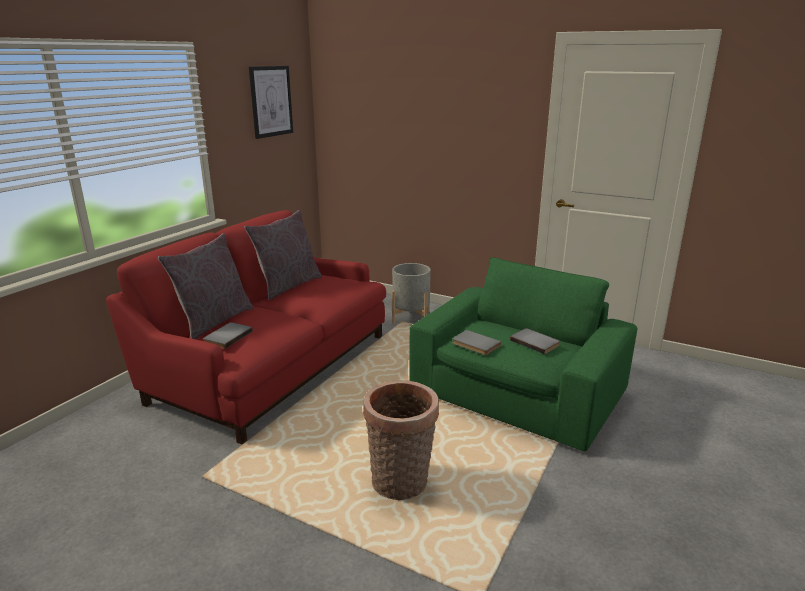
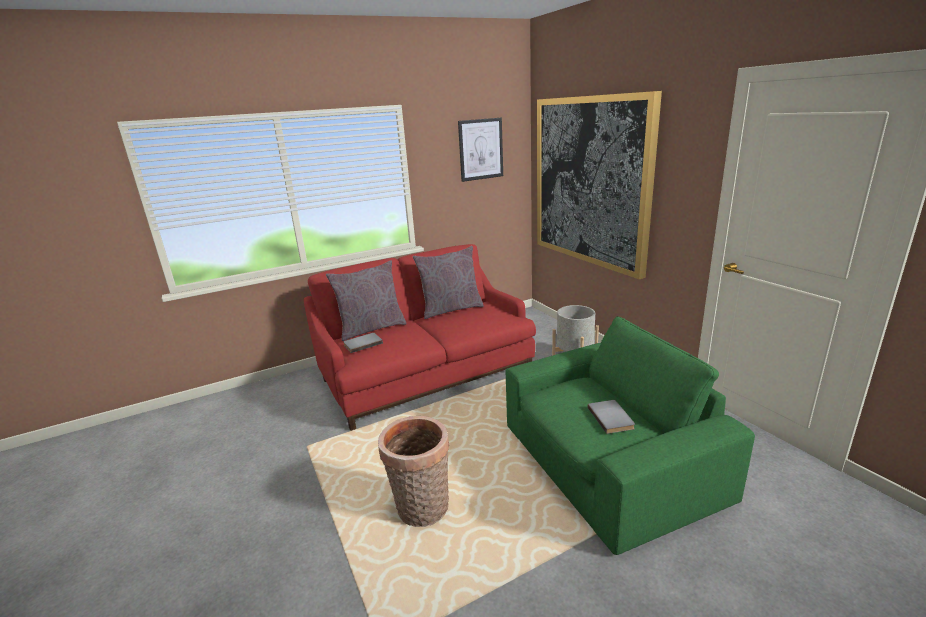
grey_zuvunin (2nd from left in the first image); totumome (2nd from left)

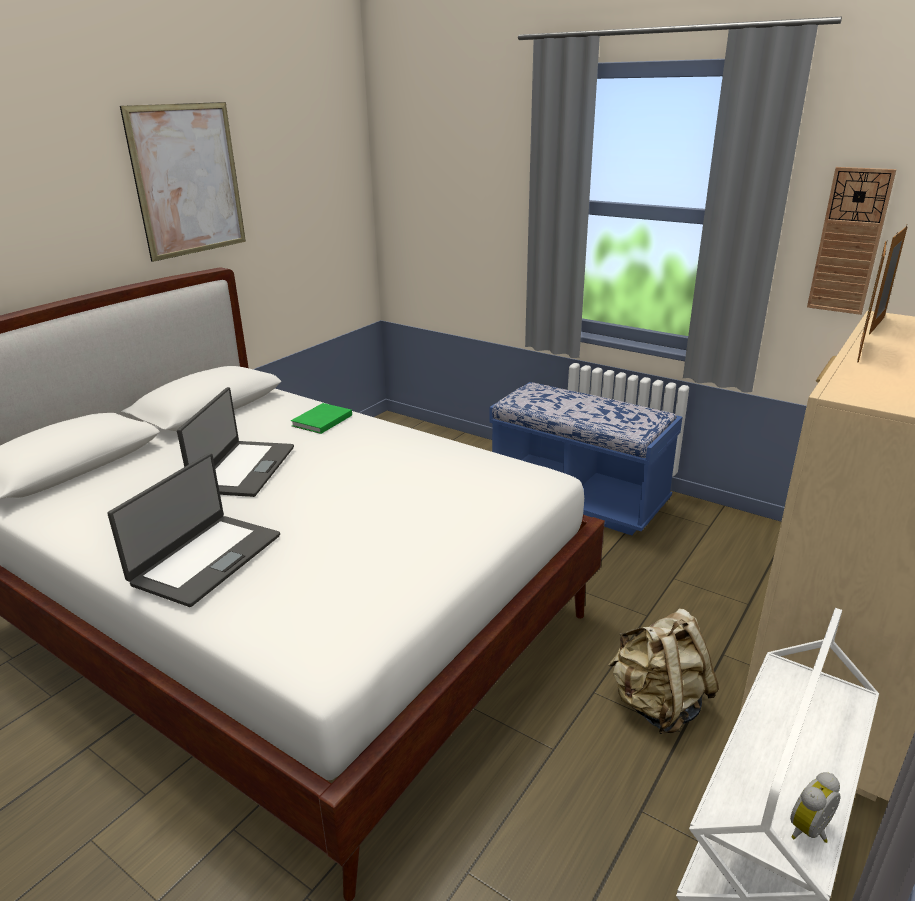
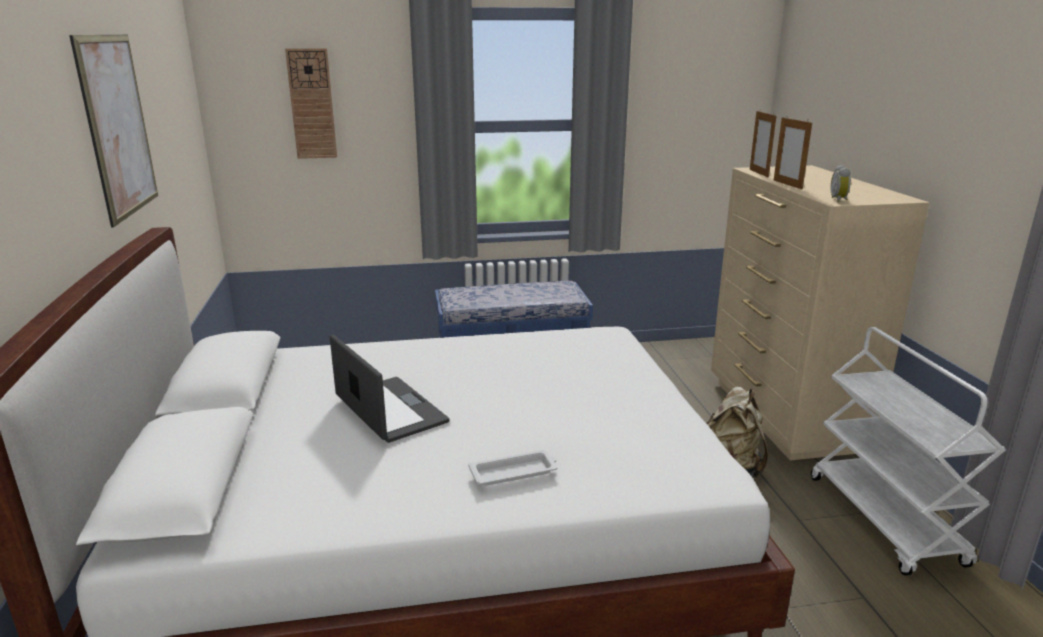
green_zuvunin; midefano; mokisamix; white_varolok

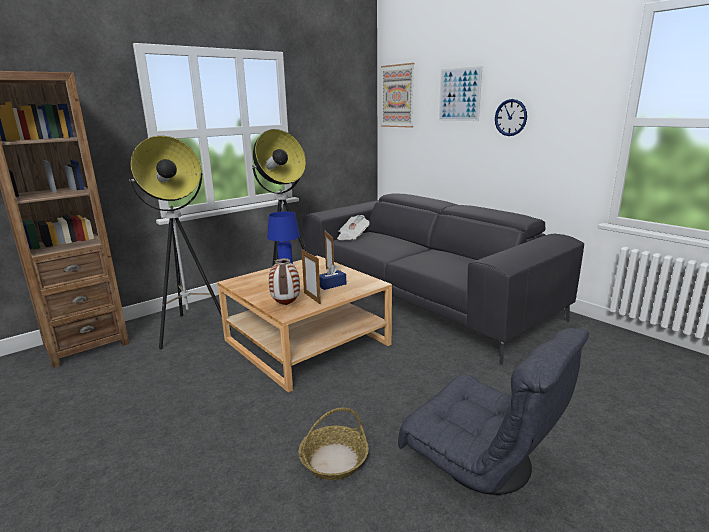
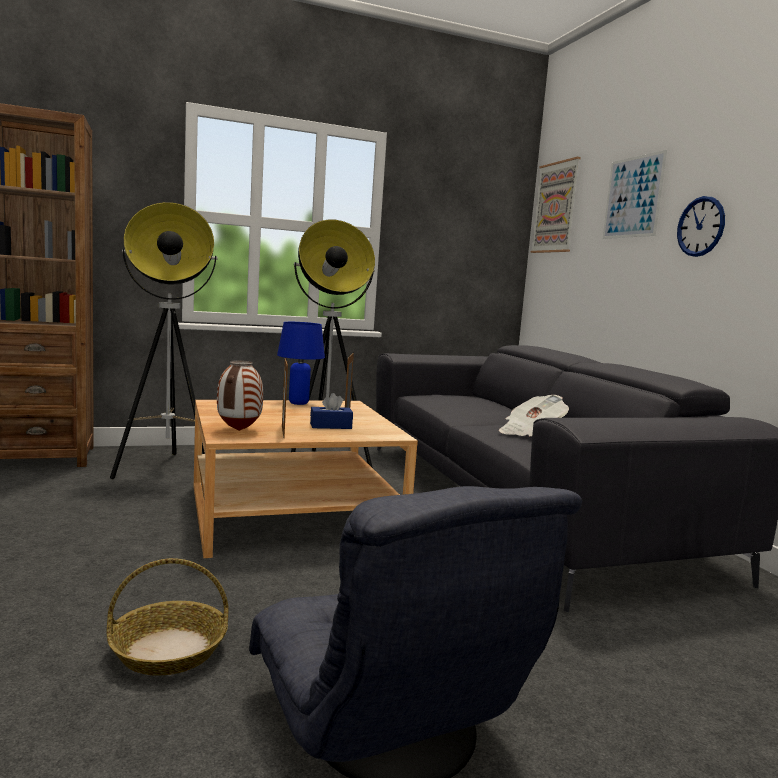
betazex

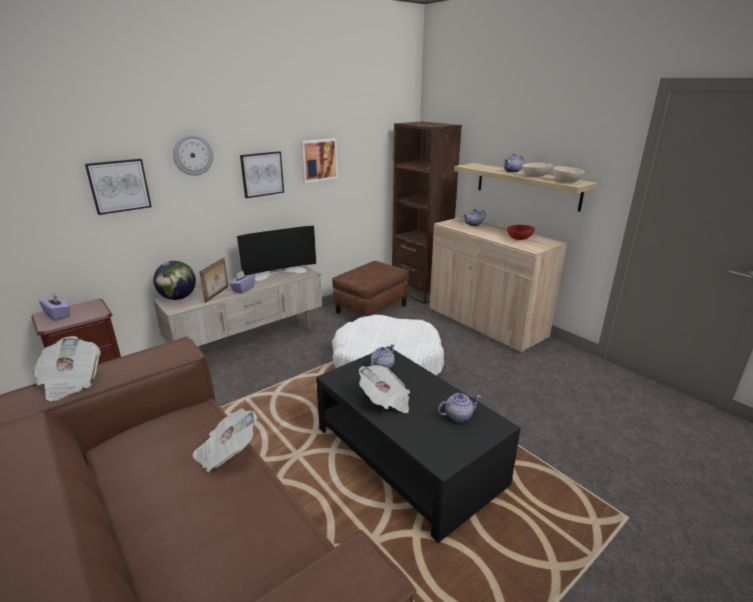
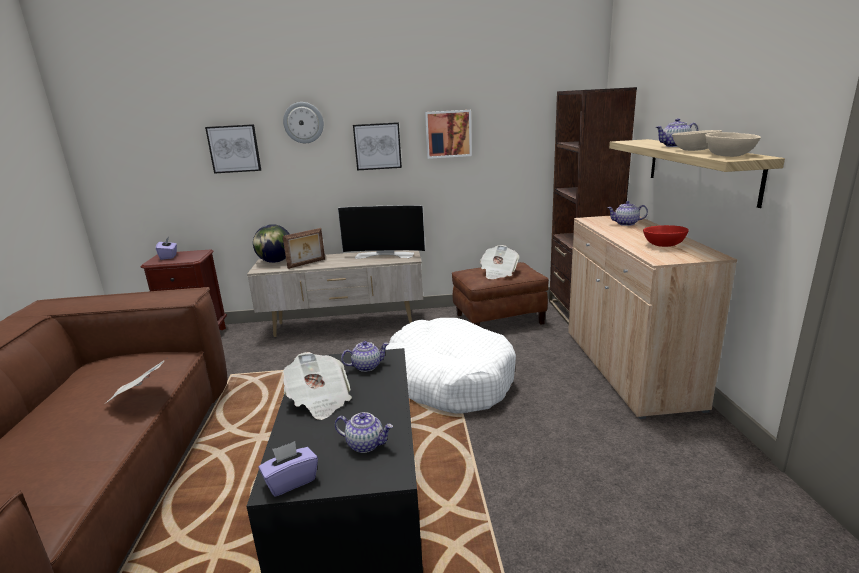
betazex (3rd from left); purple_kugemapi (2nd from left)

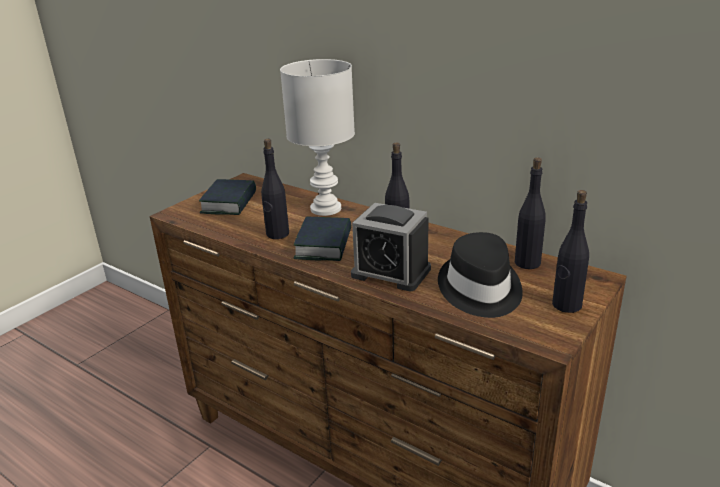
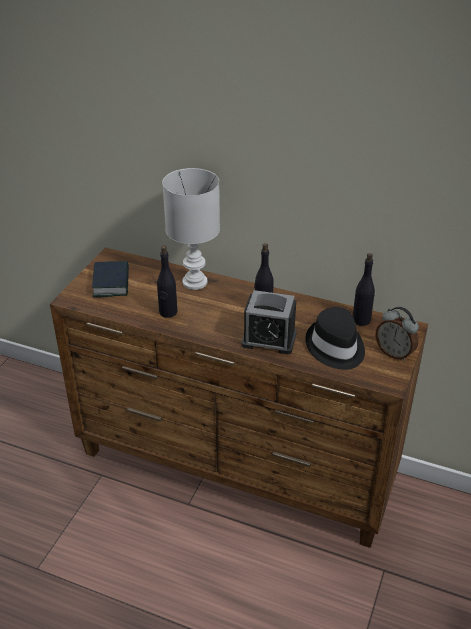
zuvunin (2nd from left in the first image); midefano (2nd from left)

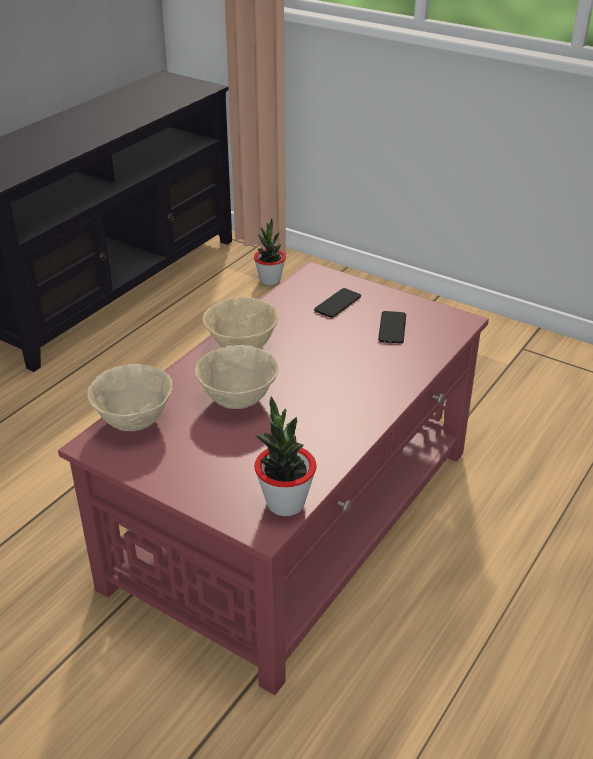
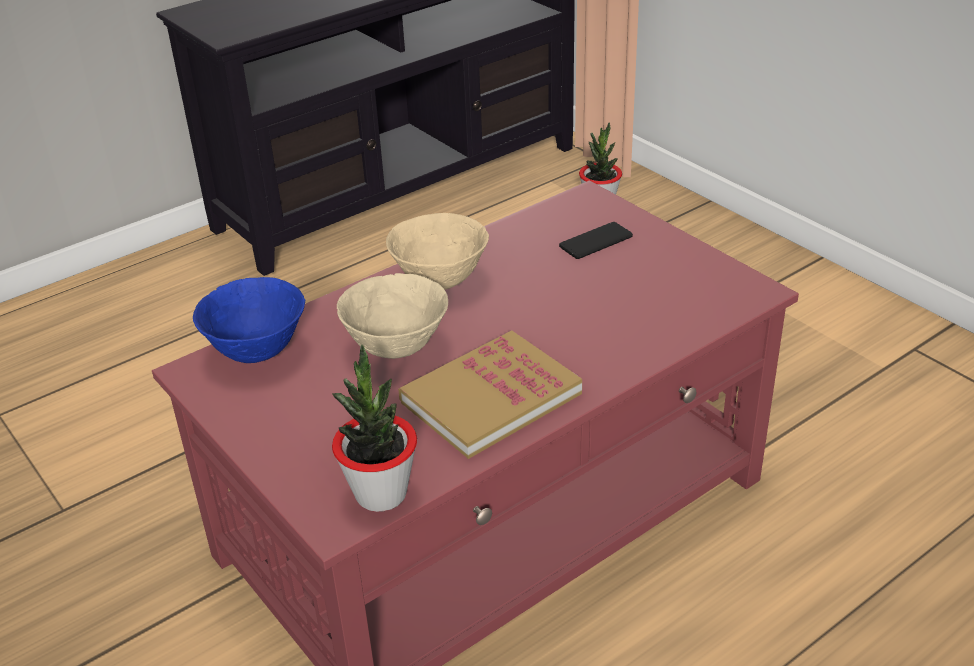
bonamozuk (2nd from left in the first image); zuvunin; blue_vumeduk

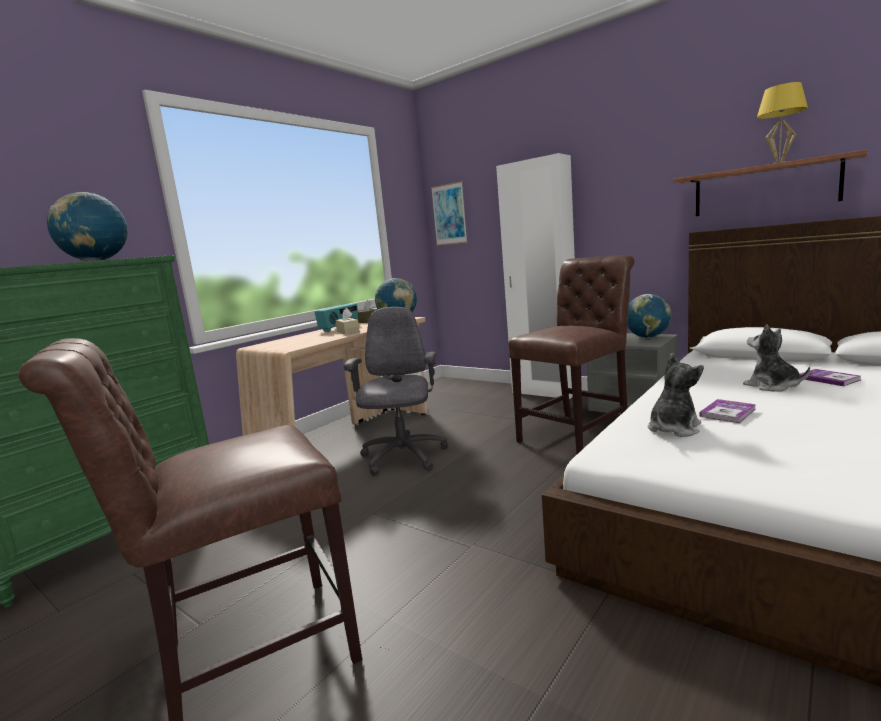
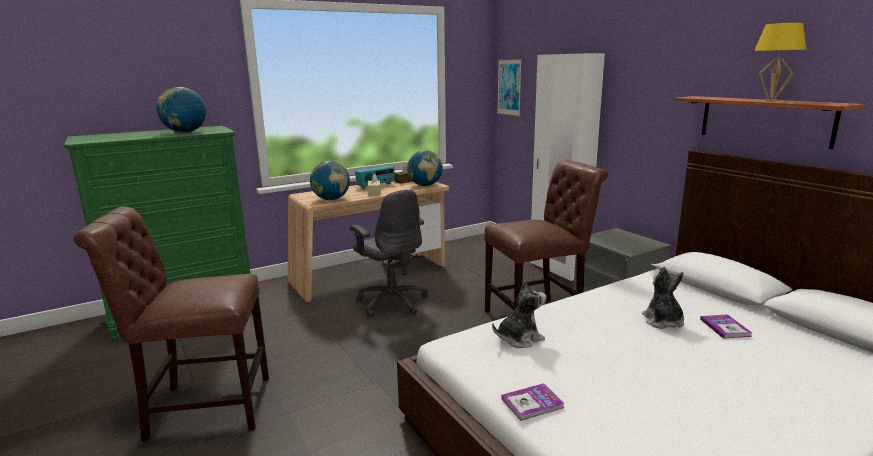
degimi (2nd from left); zuvunin (1st from left); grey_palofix

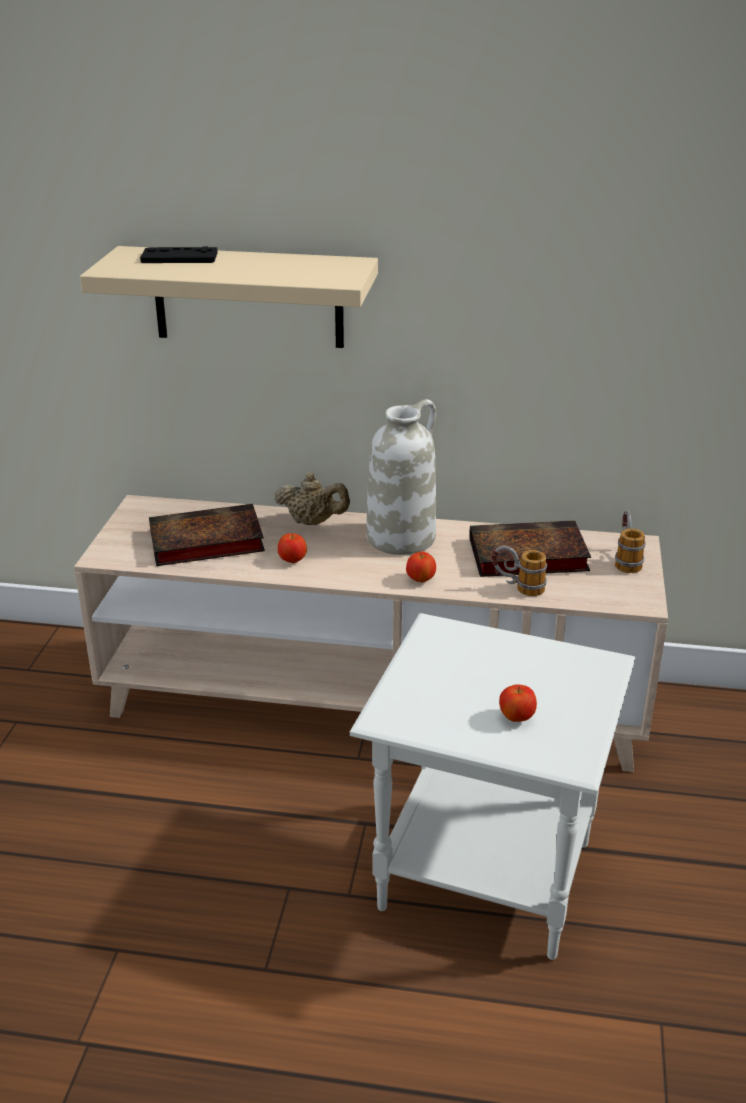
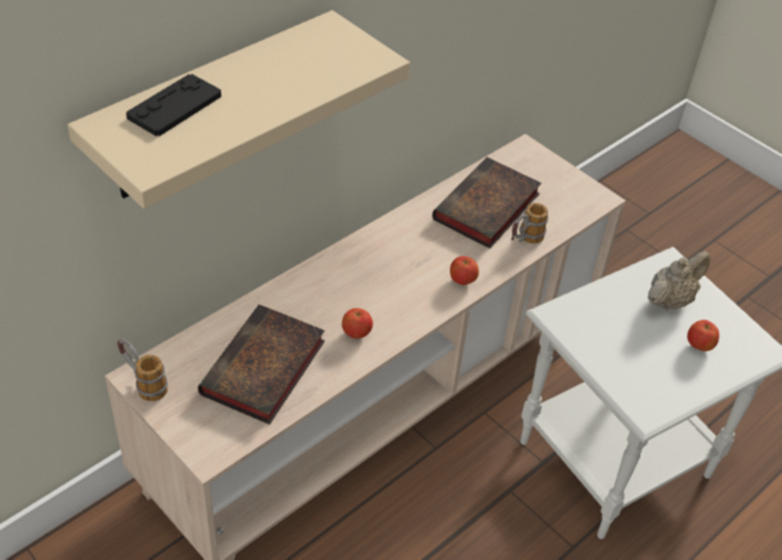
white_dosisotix; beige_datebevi; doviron (1st from left)

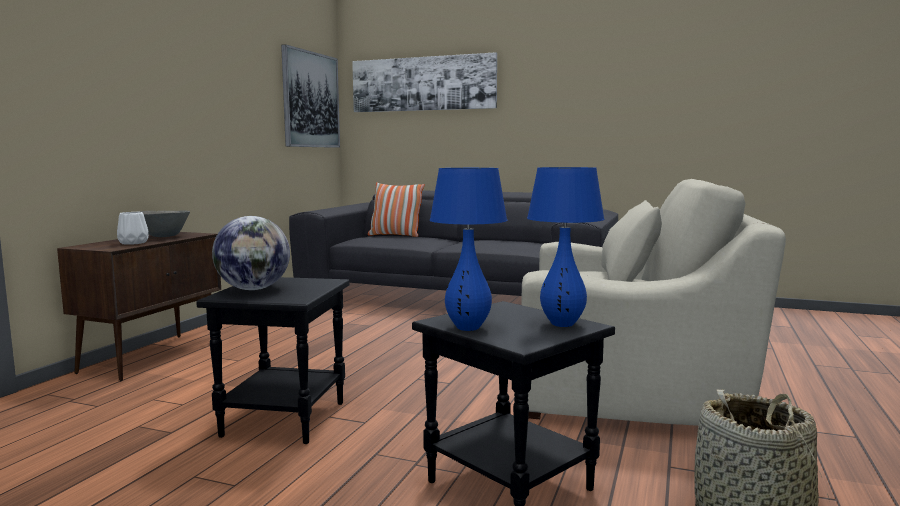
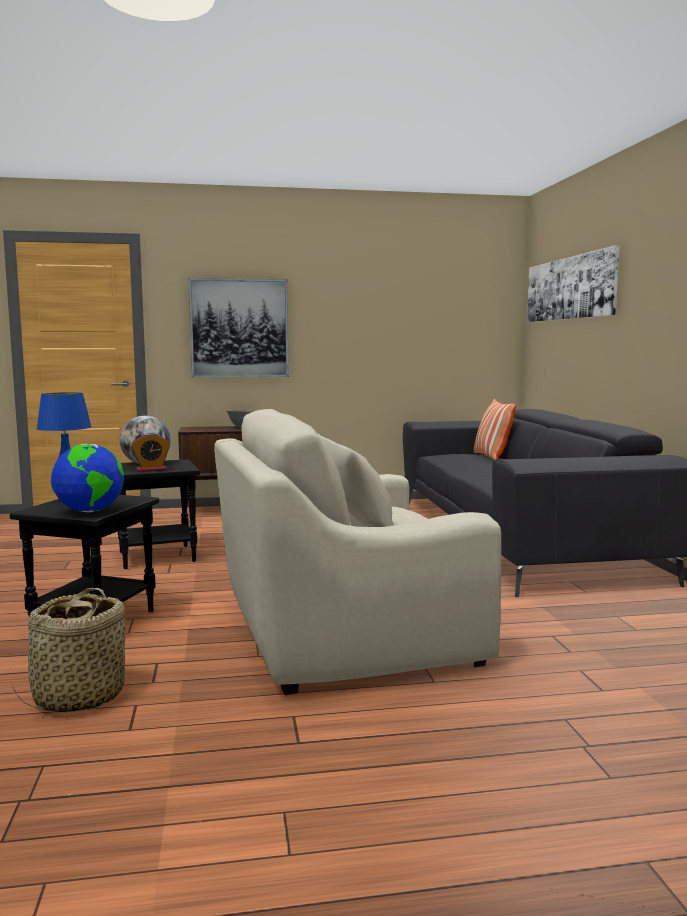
white_dosisotix; midefano; totumome (1st from left); degimi (1st from left); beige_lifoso

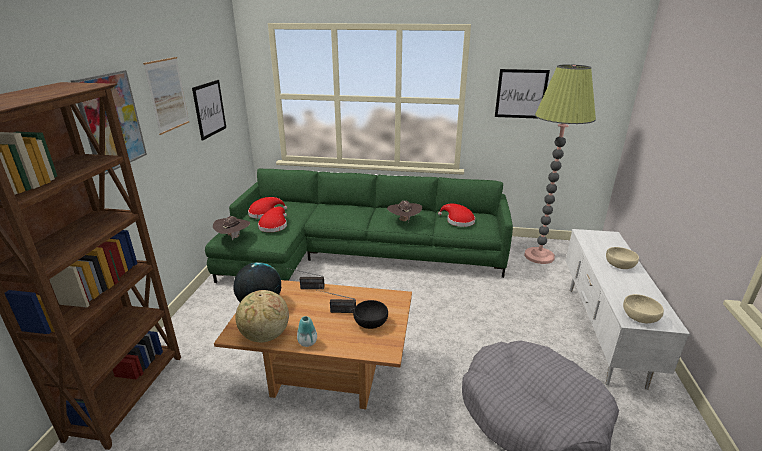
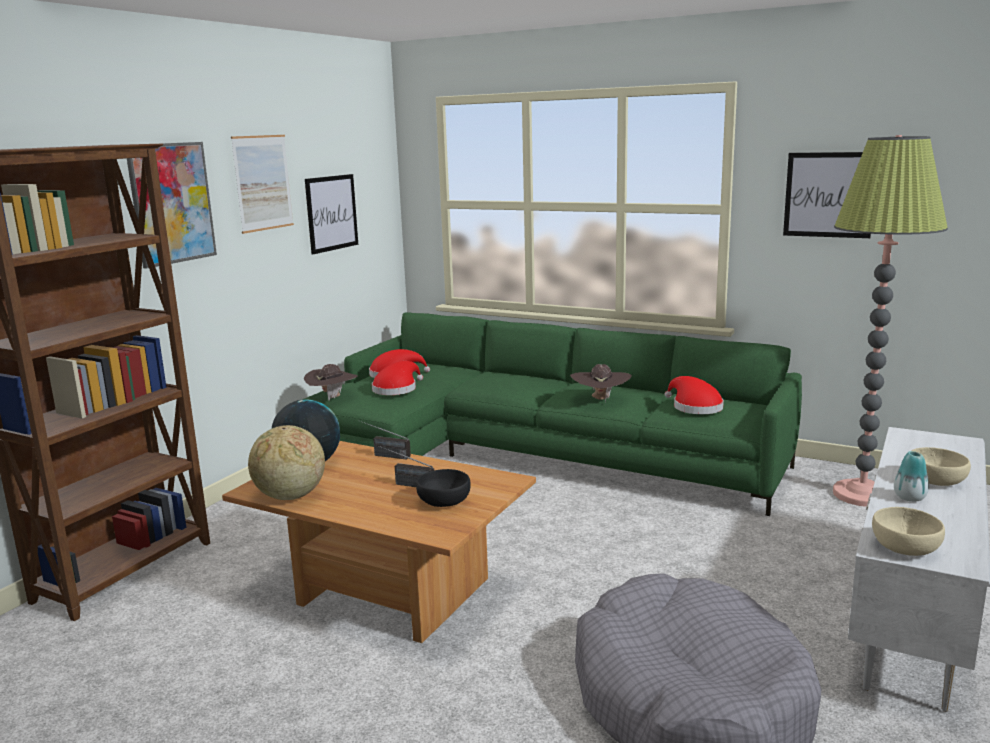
dosisotix

